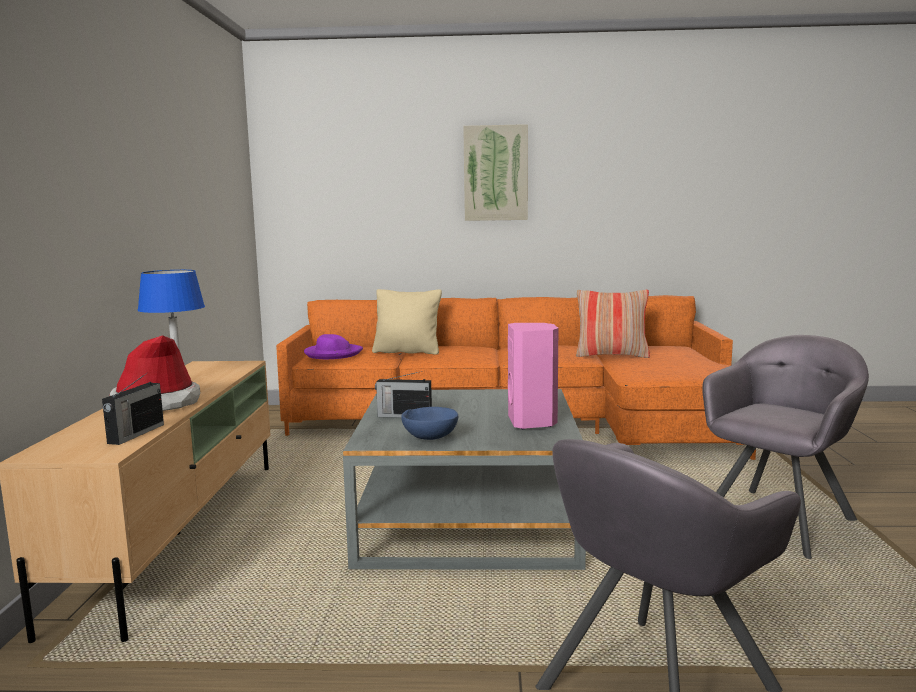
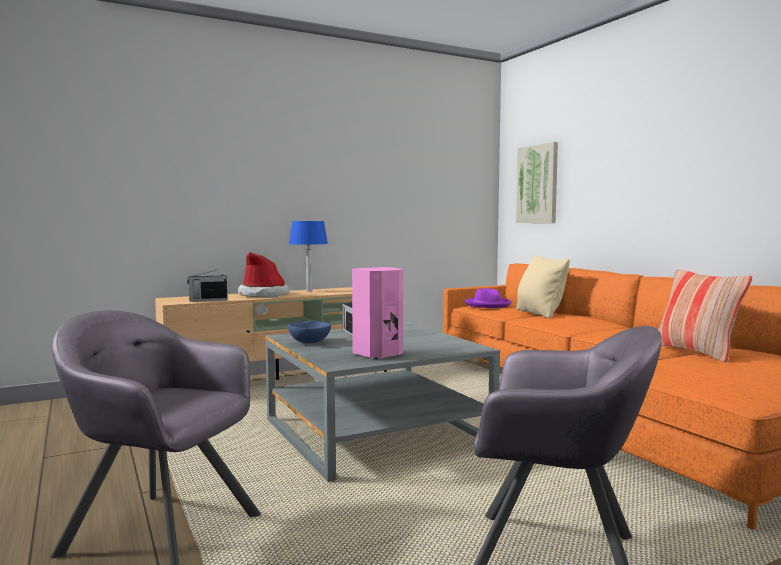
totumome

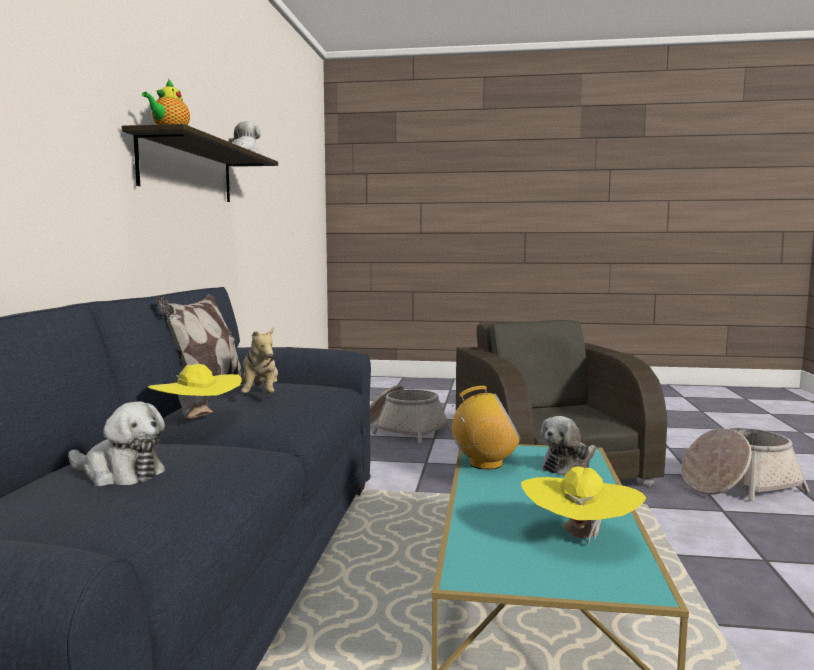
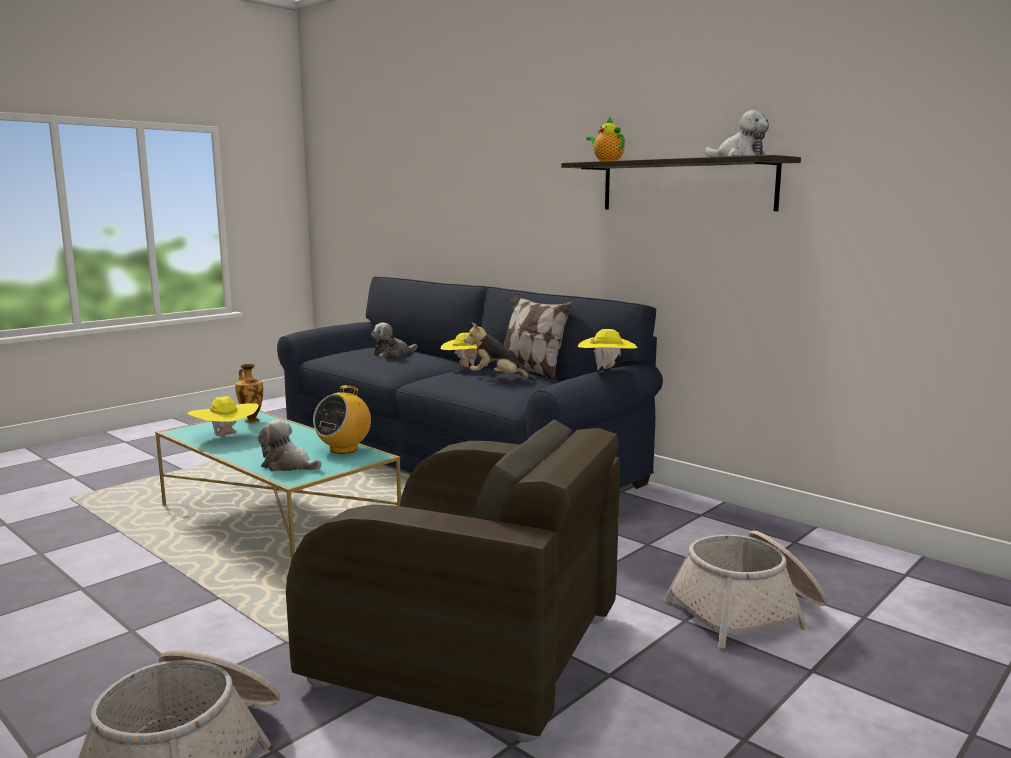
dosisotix; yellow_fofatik (3rd from left); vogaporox (1st from left)

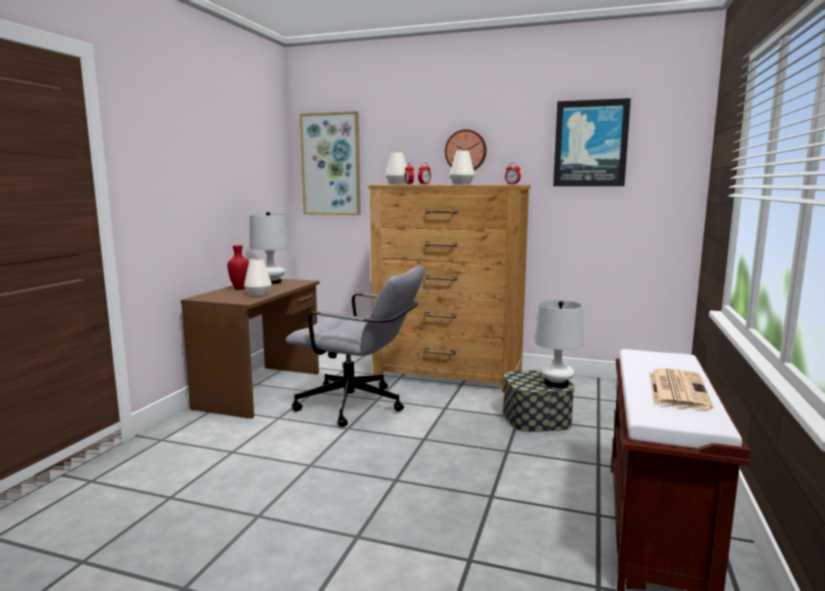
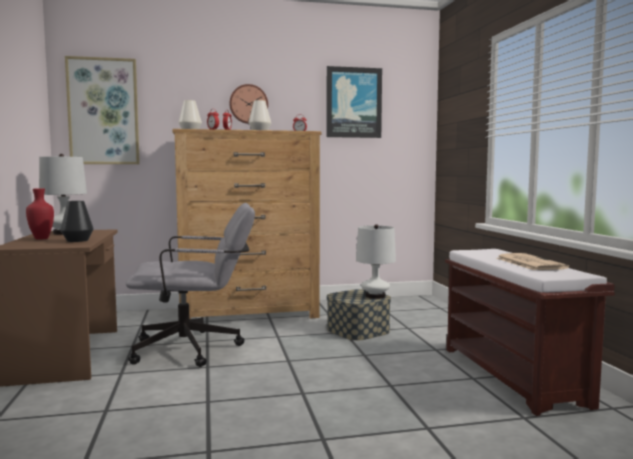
black_dosisotix

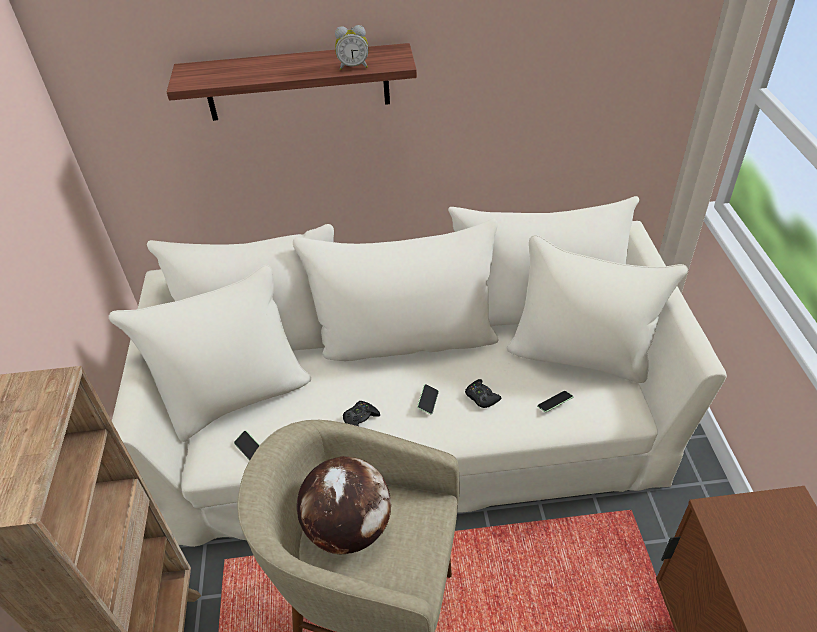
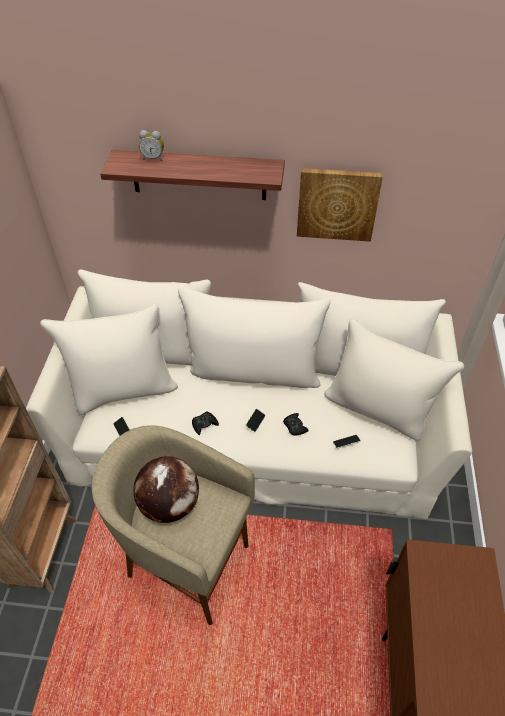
totumome; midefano

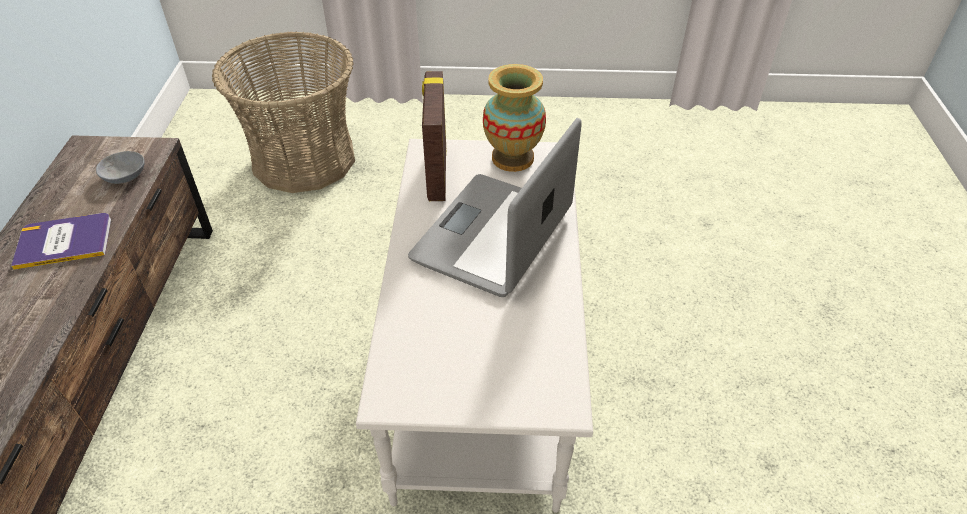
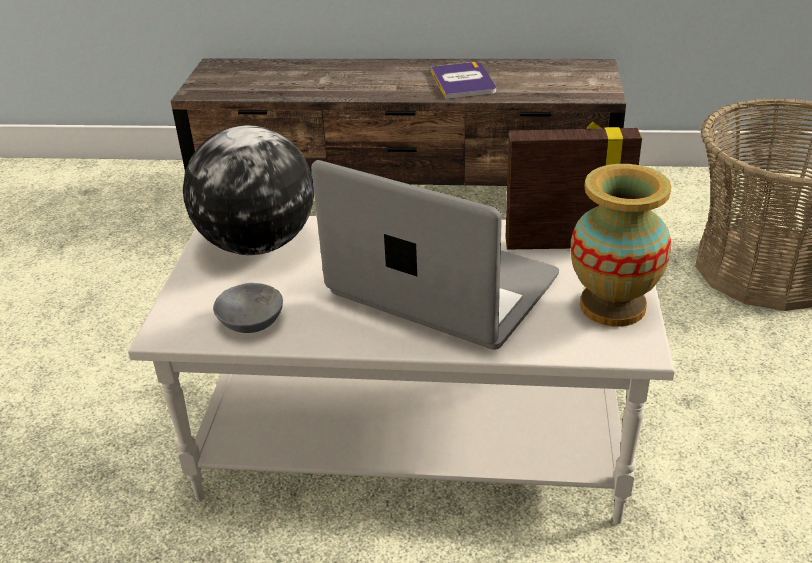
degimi; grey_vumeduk

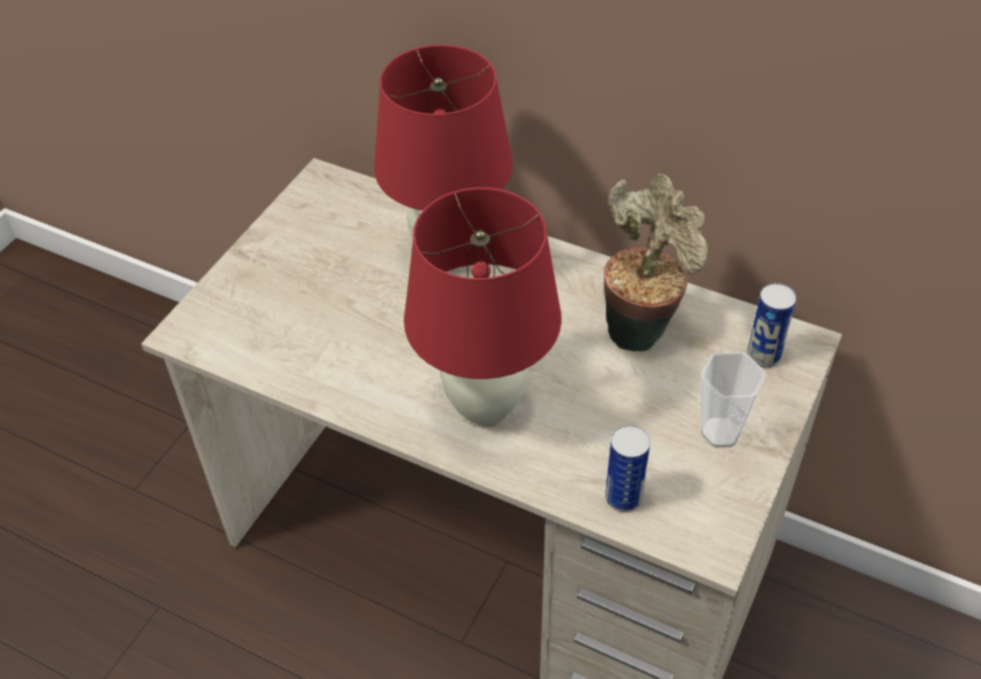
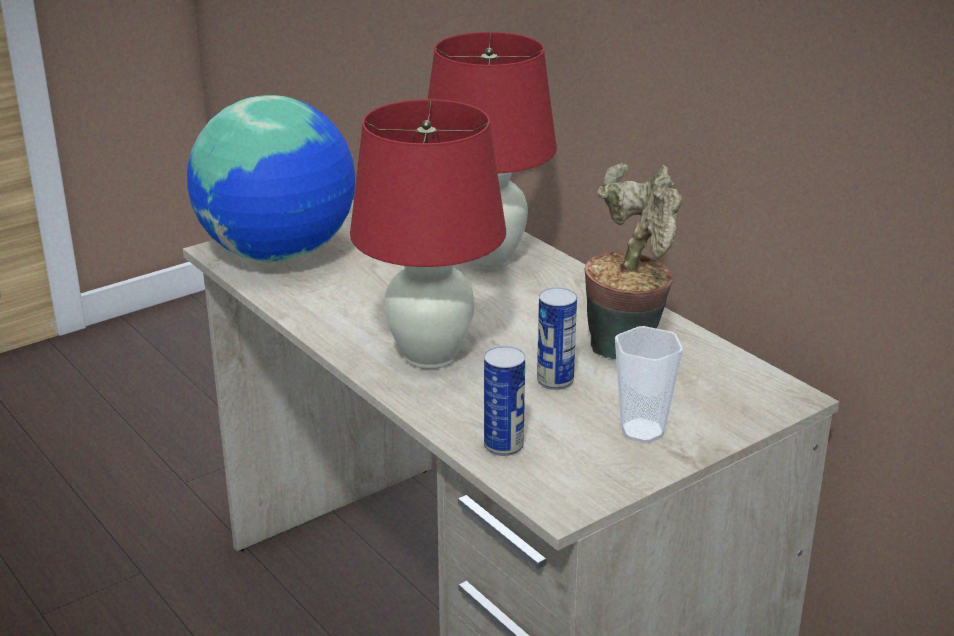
degimi; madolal (2nd from left)

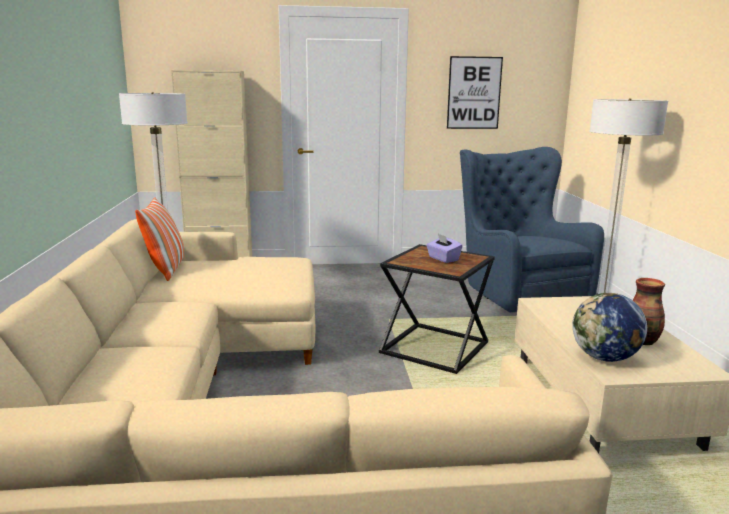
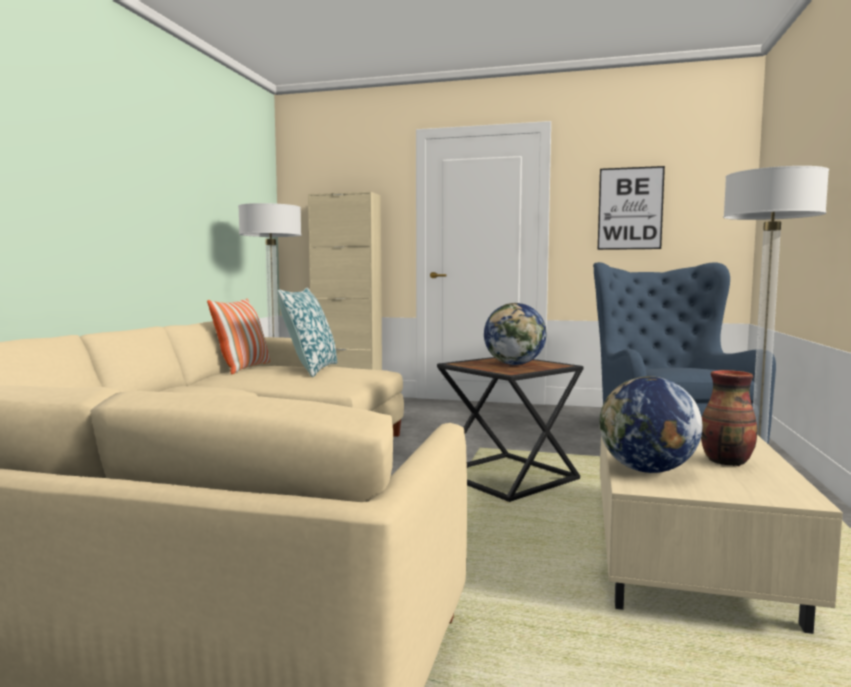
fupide (2nd from left); degimi (1st from left)

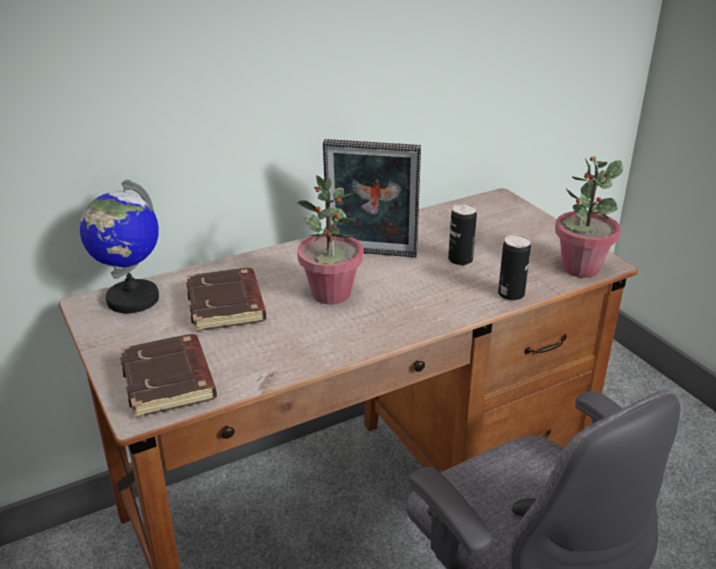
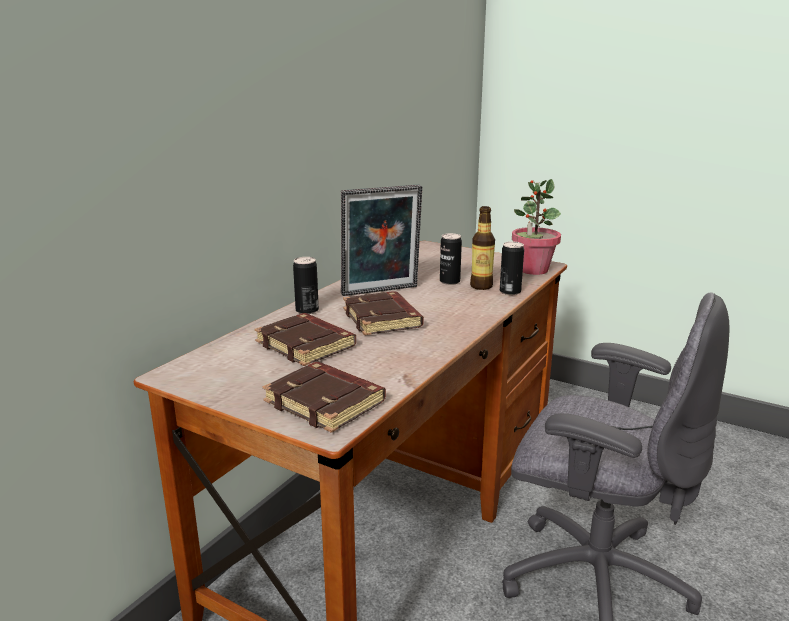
degimi; madolal (1st from left); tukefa; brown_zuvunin (3rd from left)

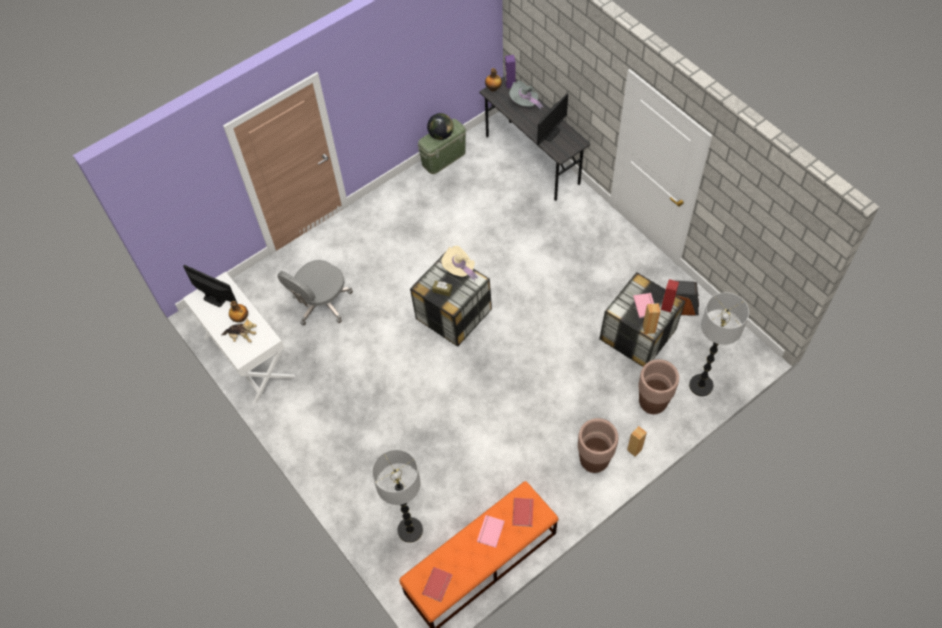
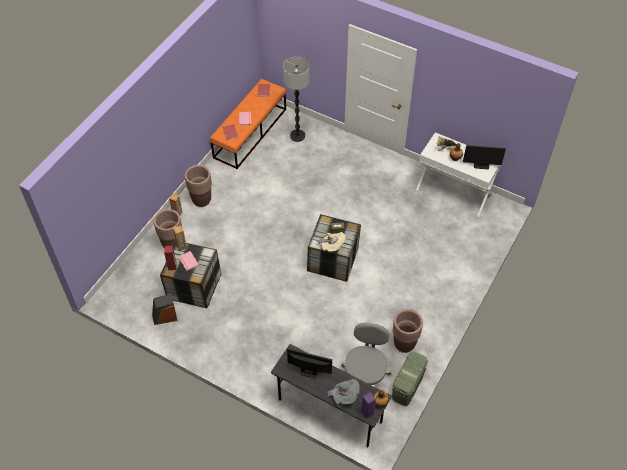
degimi; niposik (2nd from left in the first image); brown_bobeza (3rd from left); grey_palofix; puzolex (1st from left)

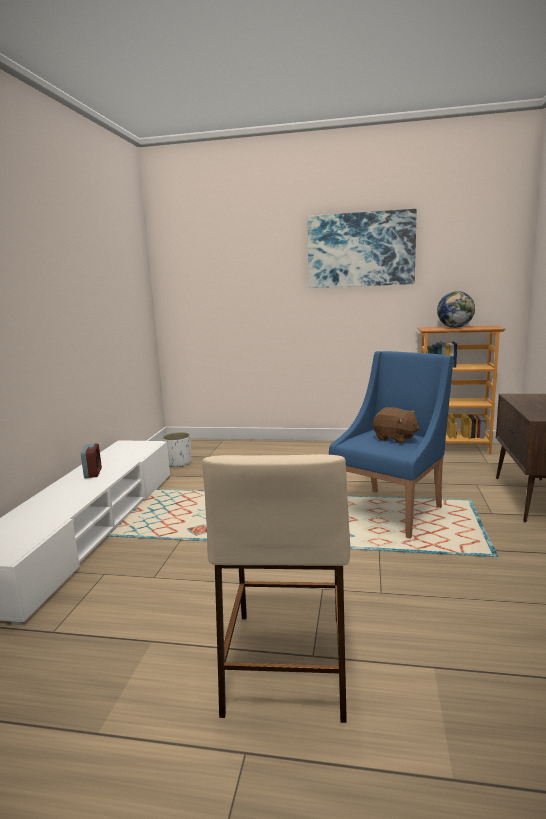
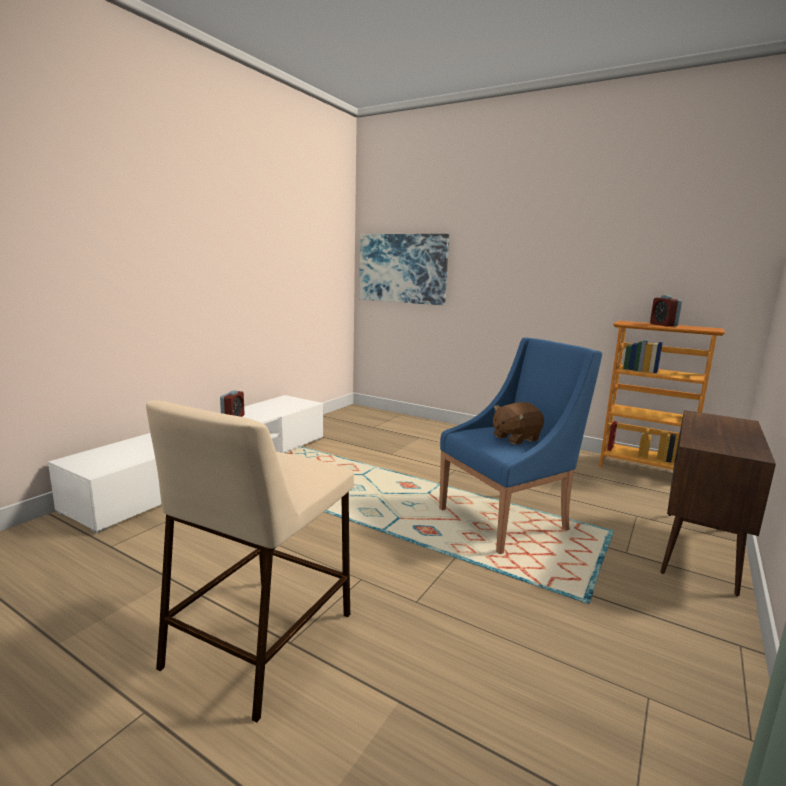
white_bobeza; totumome; midefano (2nd from left); brown_vogaporox

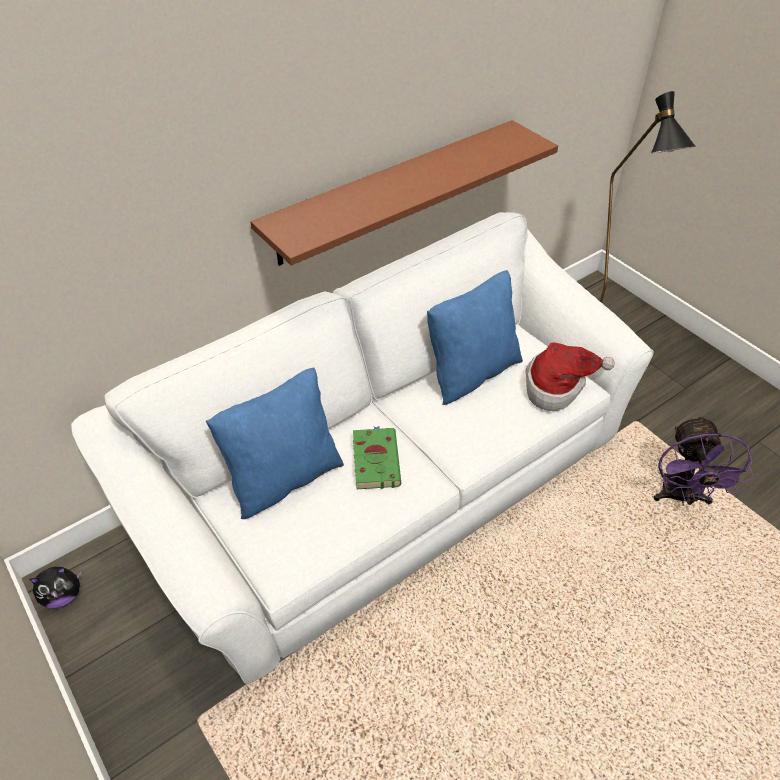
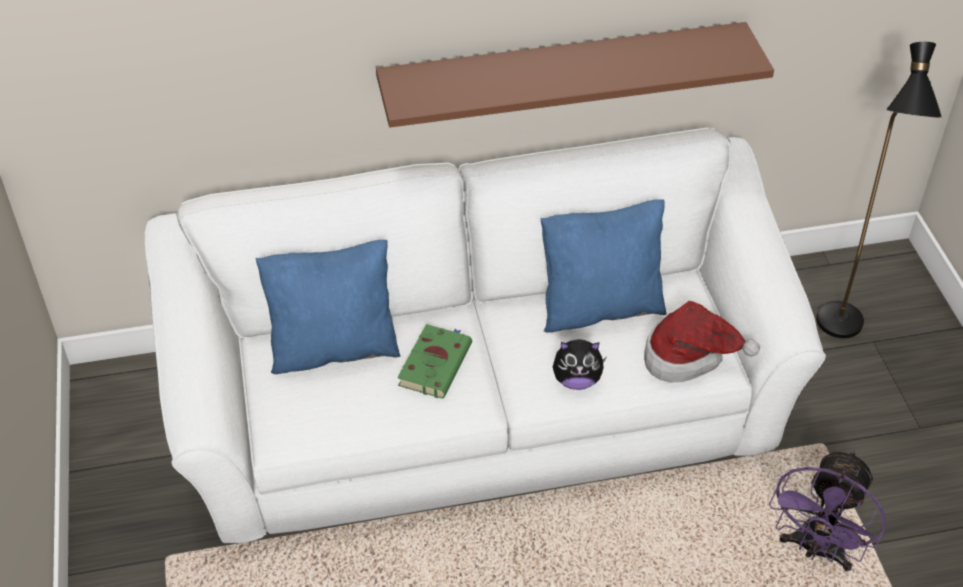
vogaporox

